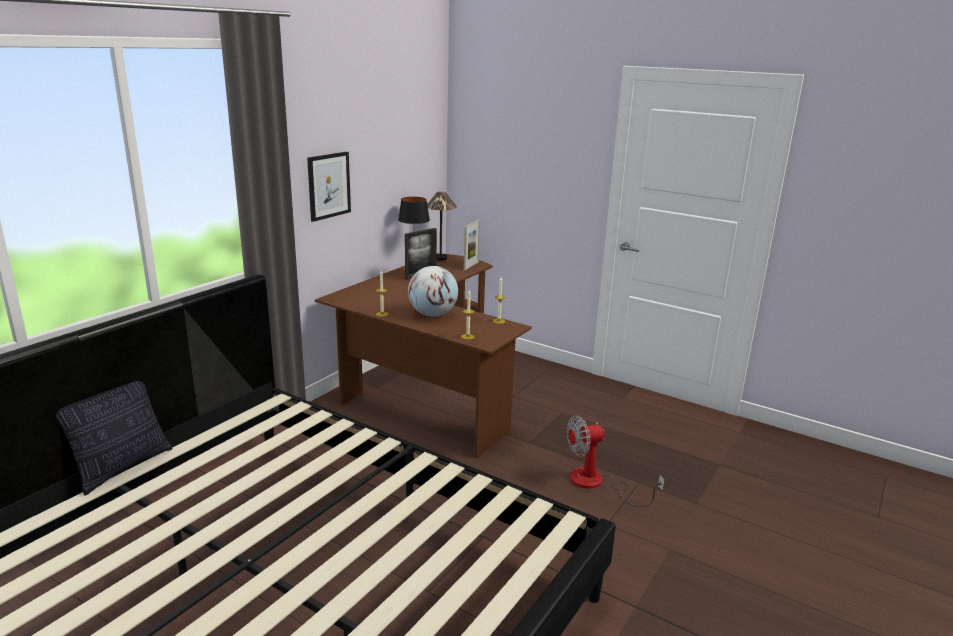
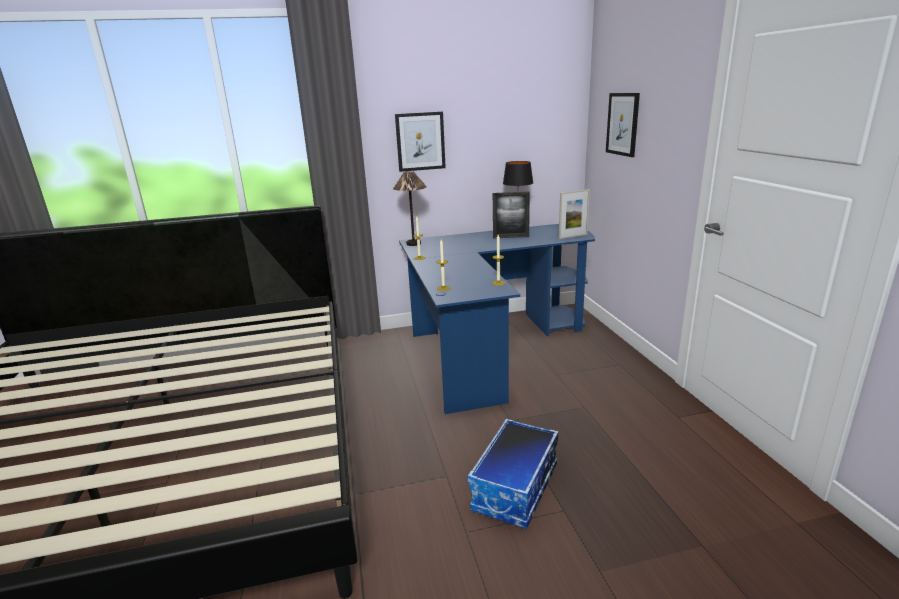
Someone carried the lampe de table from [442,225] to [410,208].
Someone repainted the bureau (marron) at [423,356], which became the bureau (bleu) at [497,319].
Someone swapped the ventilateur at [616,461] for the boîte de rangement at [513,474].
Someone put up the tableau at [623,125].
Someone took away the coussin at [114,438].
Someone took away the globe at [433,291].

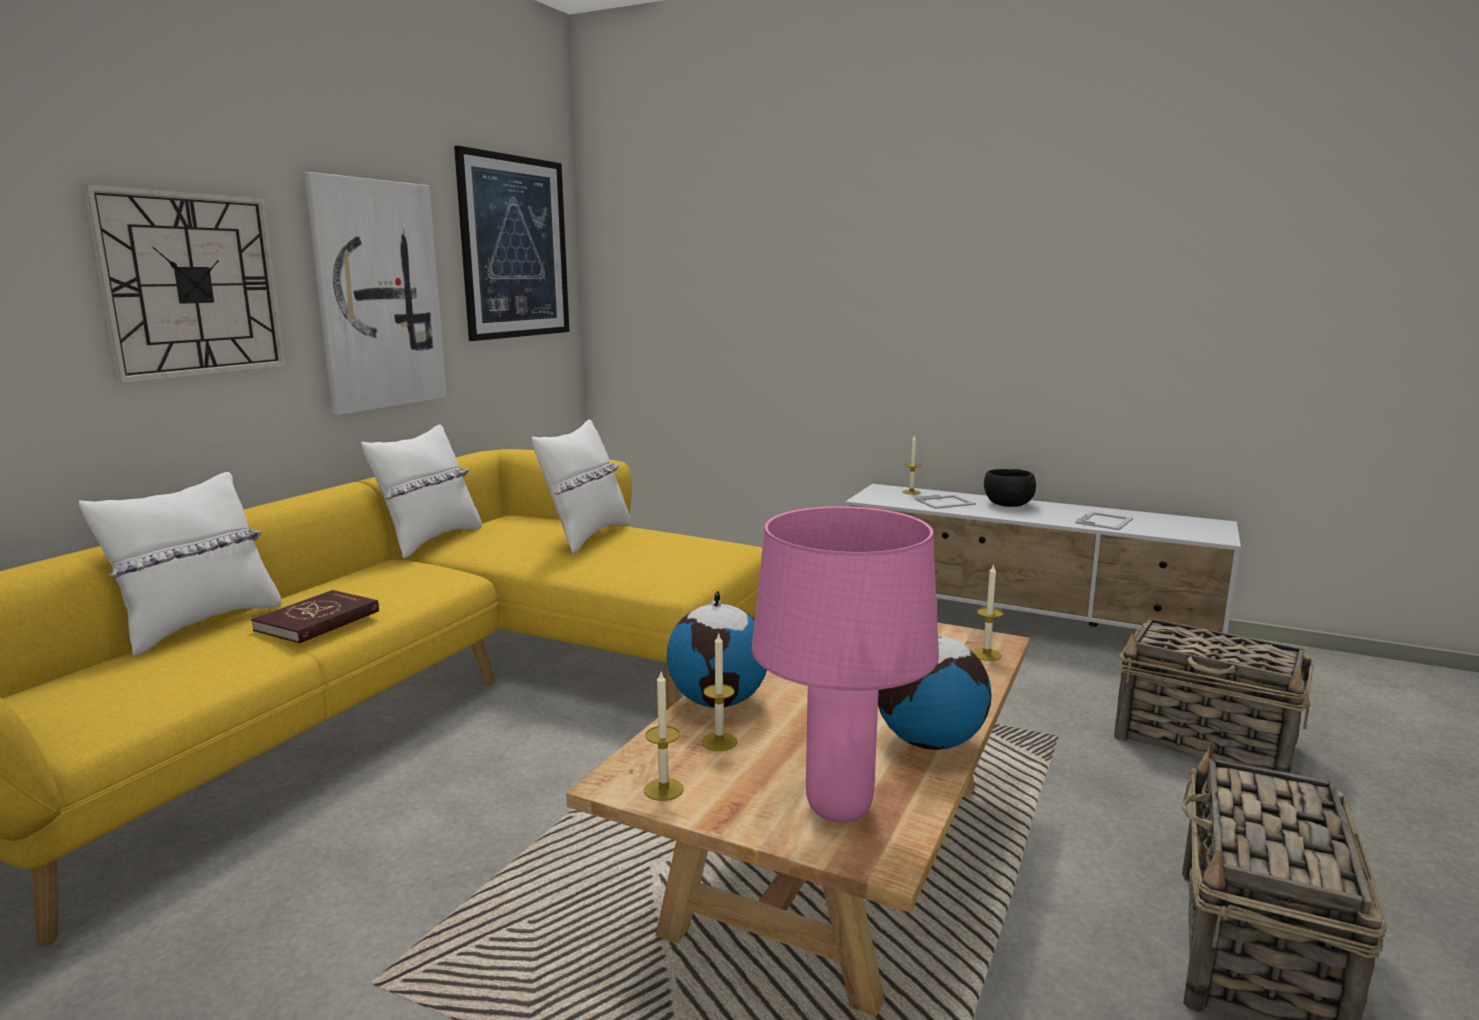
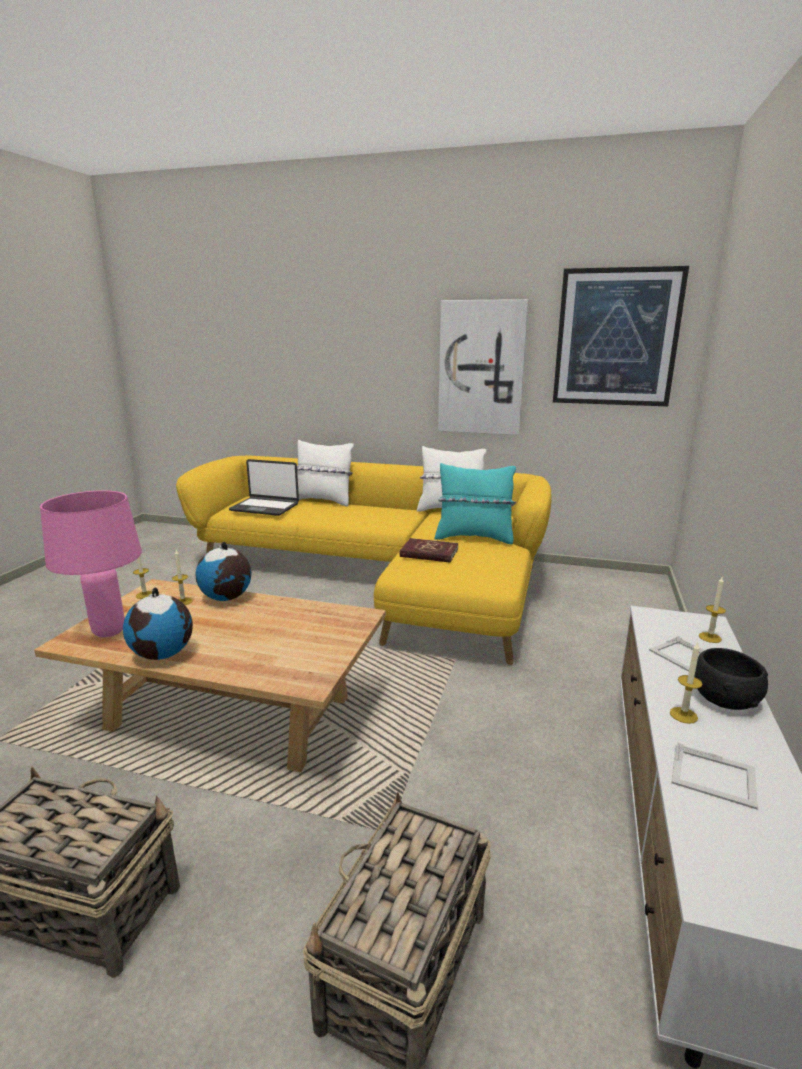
Someone put down the ordinateur portable at [264,487].
Someone carried the livre (rouge) from [315,617] to [429,550].
Someone repainted the coussin (blanc) at [580,486], which became the coussin (turquoise) at [475,503].
Someone carried the bougie from [988,612] to [686,683].
Someone took away the horloge murale at [183,284].

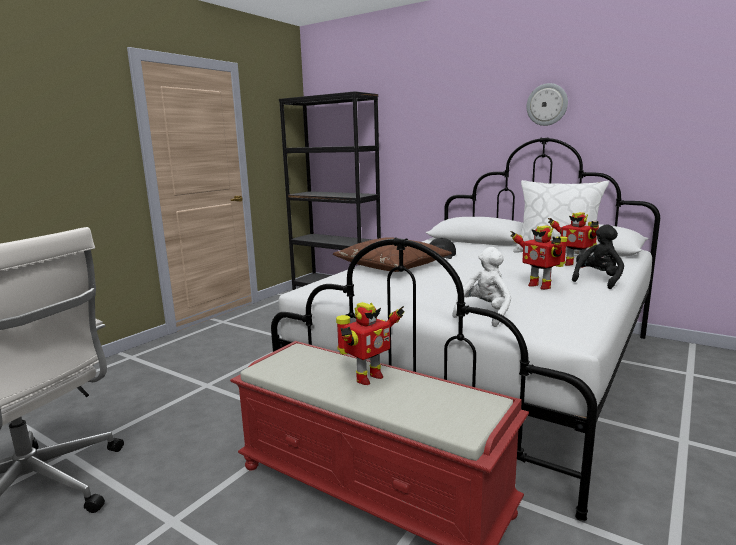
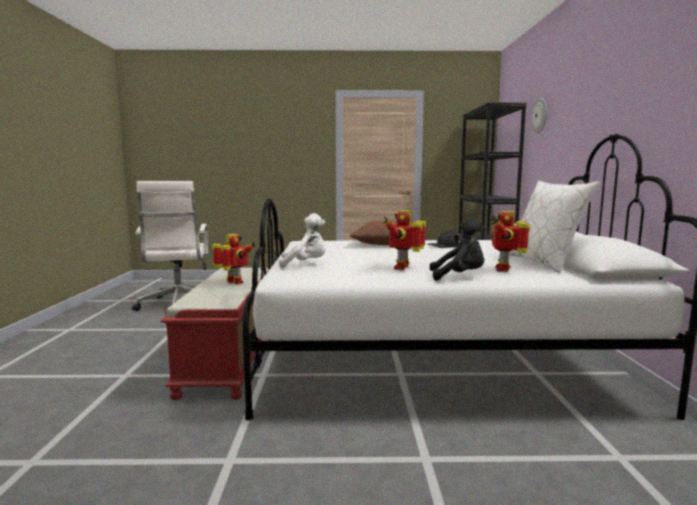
Someone rotated the robot jouet at [370,343] by 150 degrees counterclockwise.
Someone carried the horloge murale from [547,104] to [539,115].

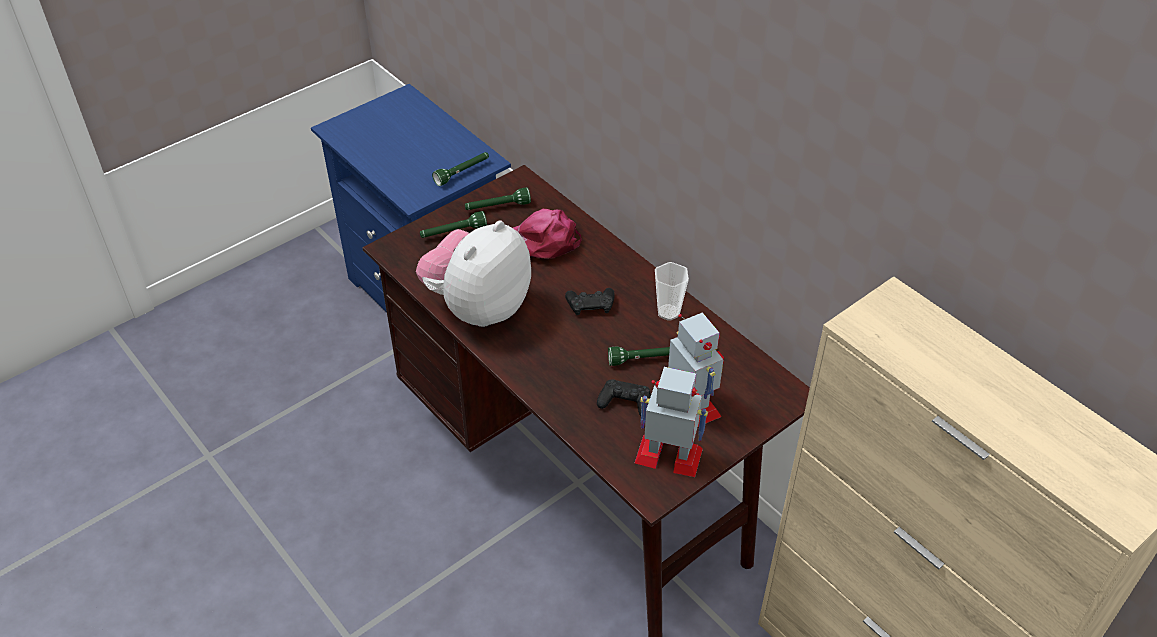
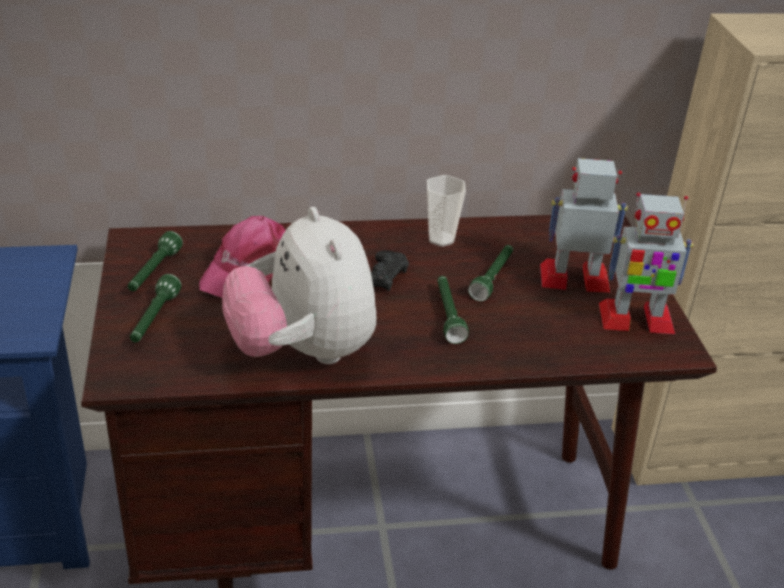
Someone carried the lampe de poche (vert) from [460,169] to [453,310].
Someone rotated the robot jouet at [671,422] by 135 degrees counterclockwise.
Someone took away the manette (noir) at [624,397].

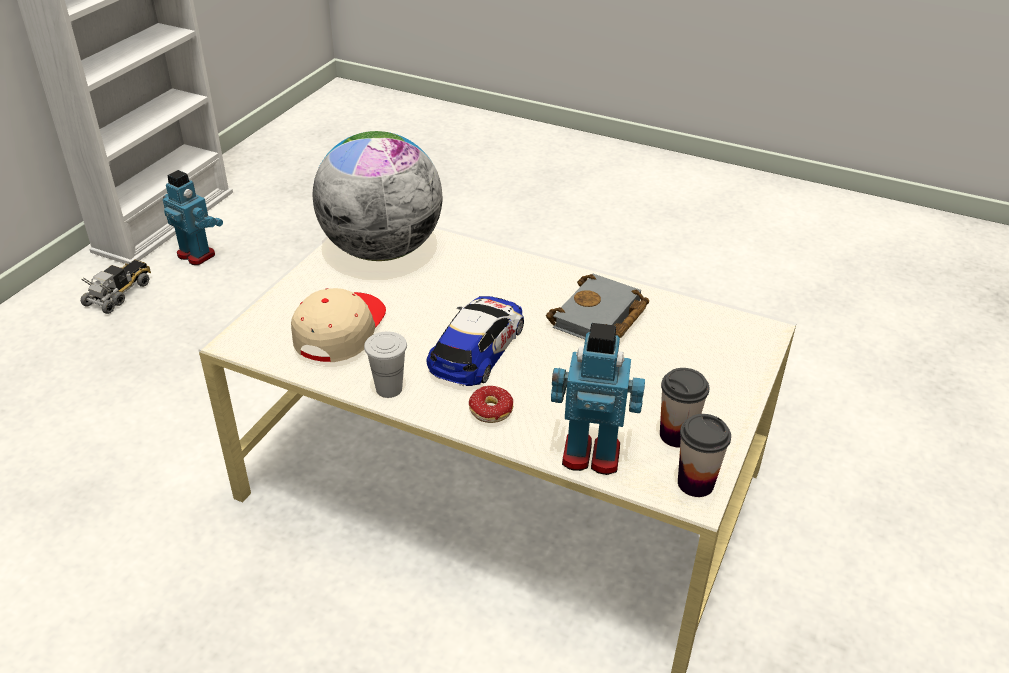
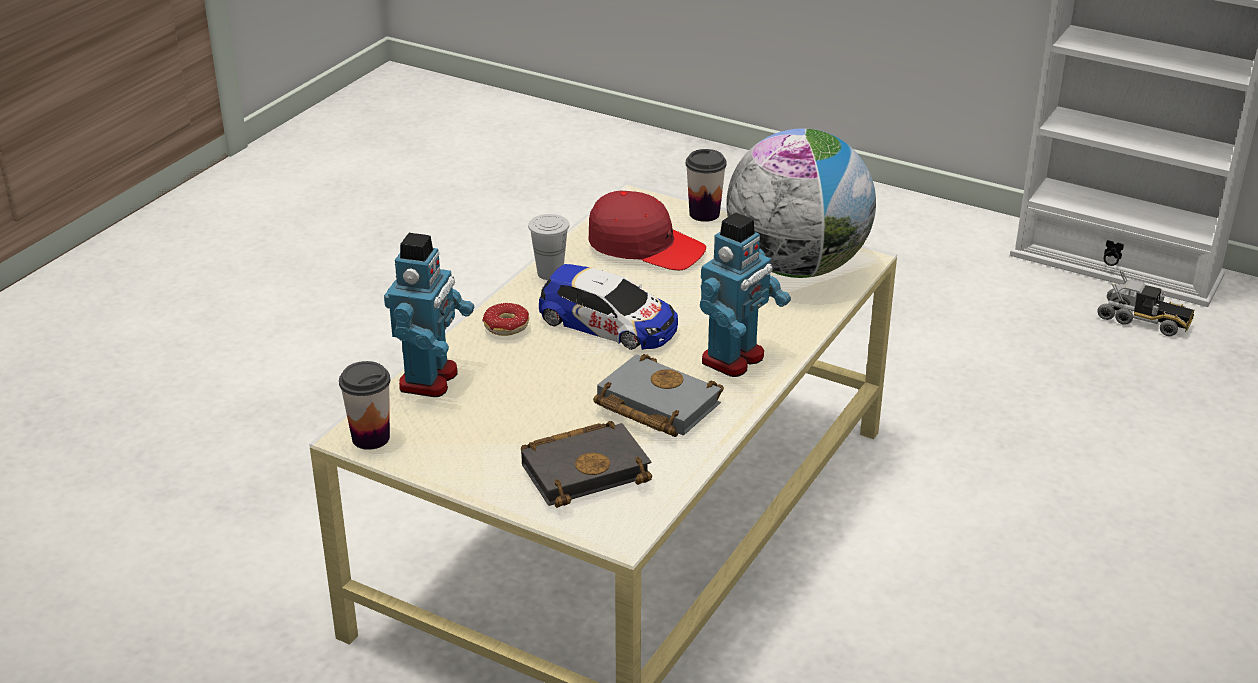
Someone put down the livre (noir) at [586,464].
Someone repainted the casquette (beige) at [338,325], which became the casquette (rouge) at [647,230].
Someone carried the tasse from [684,408] to [706,185].
Someone carried the robot jouet from [193,217] to [745,294].
Someone carried the camion jouet from [116,286] to [1145,303].

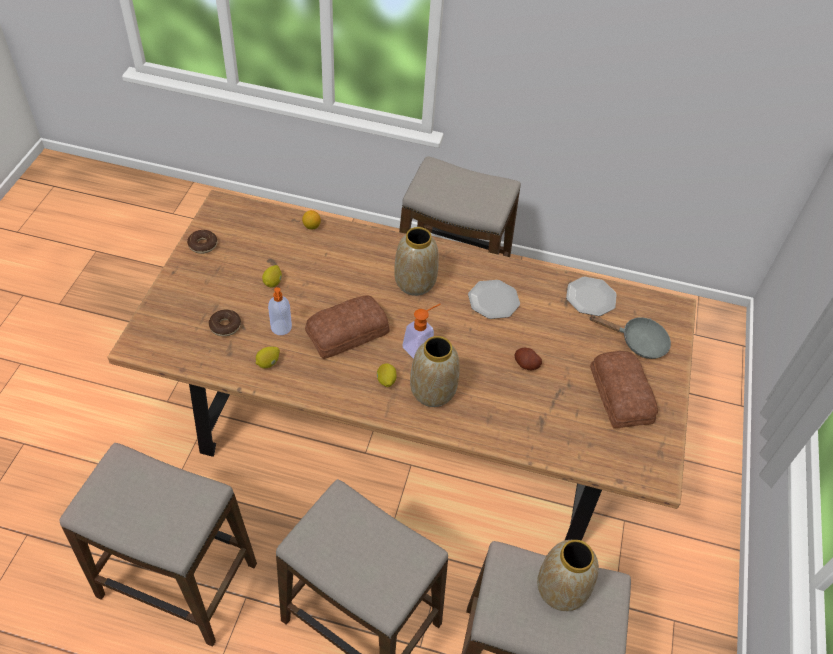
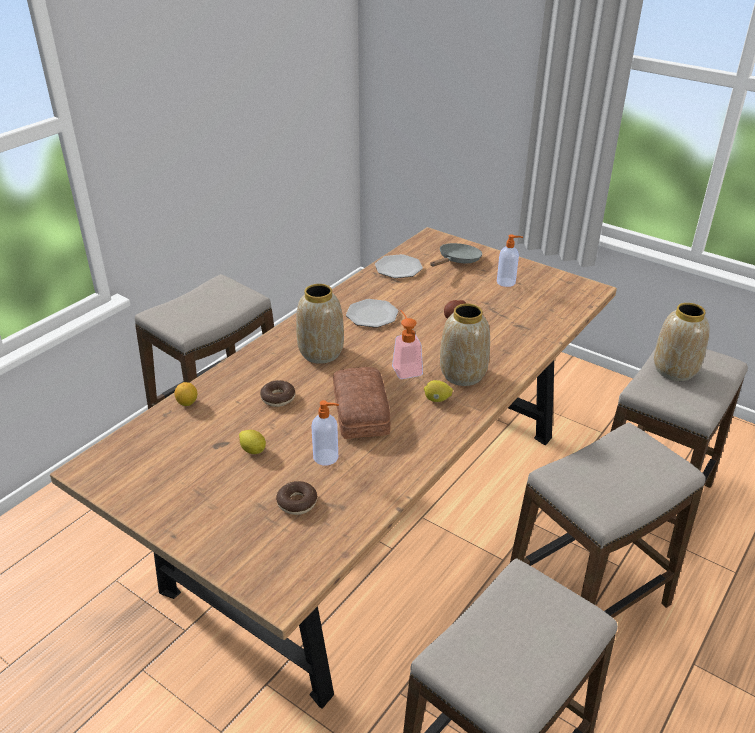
Someone carried the beignet from [202,242] to [277,393].
Someone swapped the pain at [624,389] for the distributeur de savon at [510,260].
Someone took away the citron at [268,357].

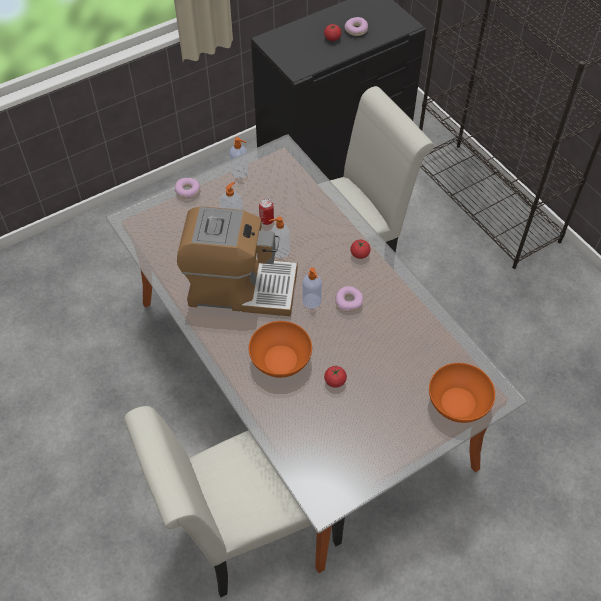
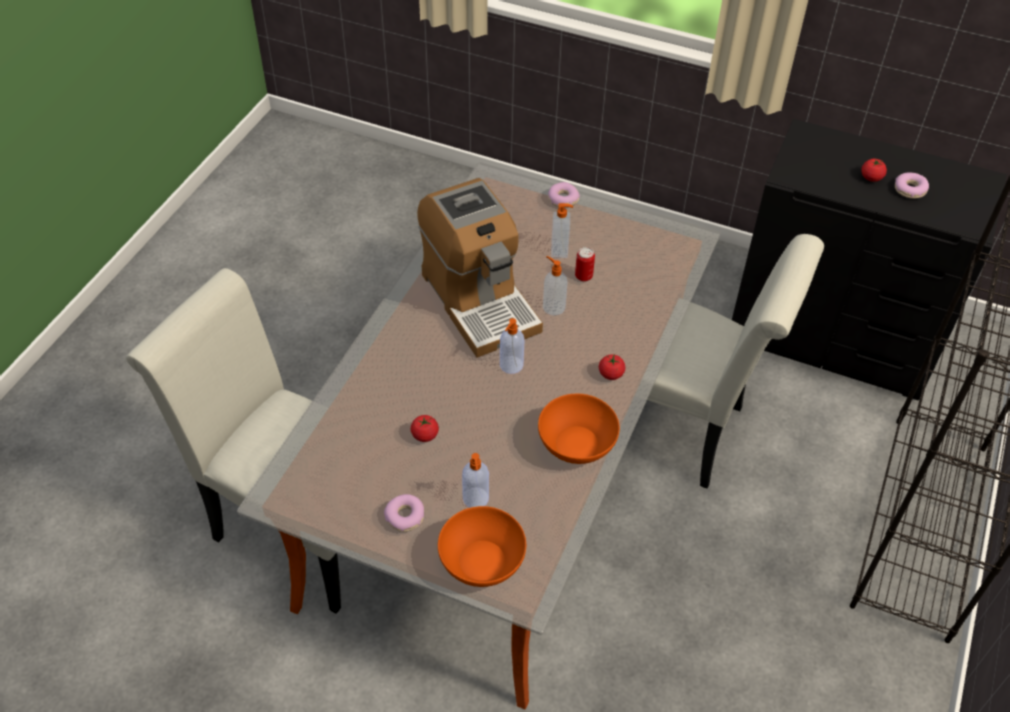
Someone carried the beignet from [349,299] to [404,513].
Someone carried the distributeur de savon from [239,157] to [475,480].
Someone carried the bol (orange) from [280,349] to [579,429].

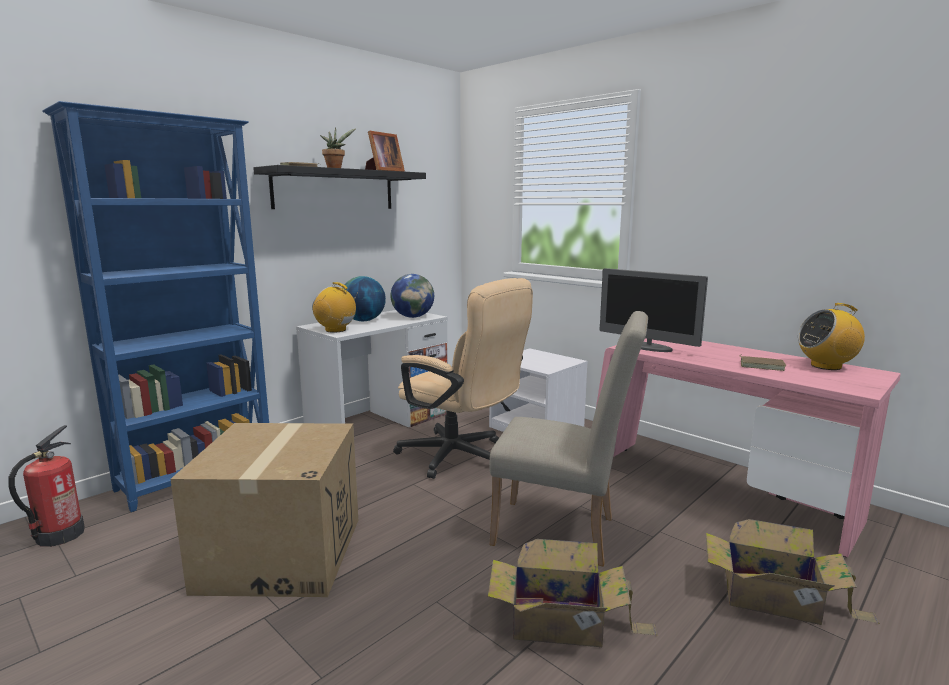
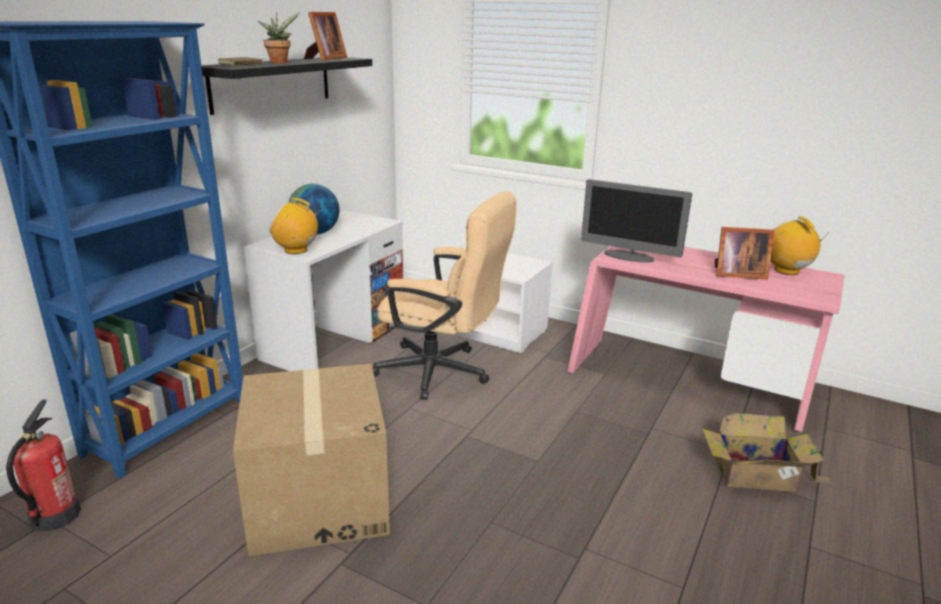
Someone swapped the livre (marron) at [762,363] for the cadre photo at [744,253].
Someone rotated the radio at [831,336] by 90 degrees clockwise.
Someone took away the globe at [412,296].
Someone took away the carton at [573,593].
Someone took away the chaise (beige) at [568,439].

